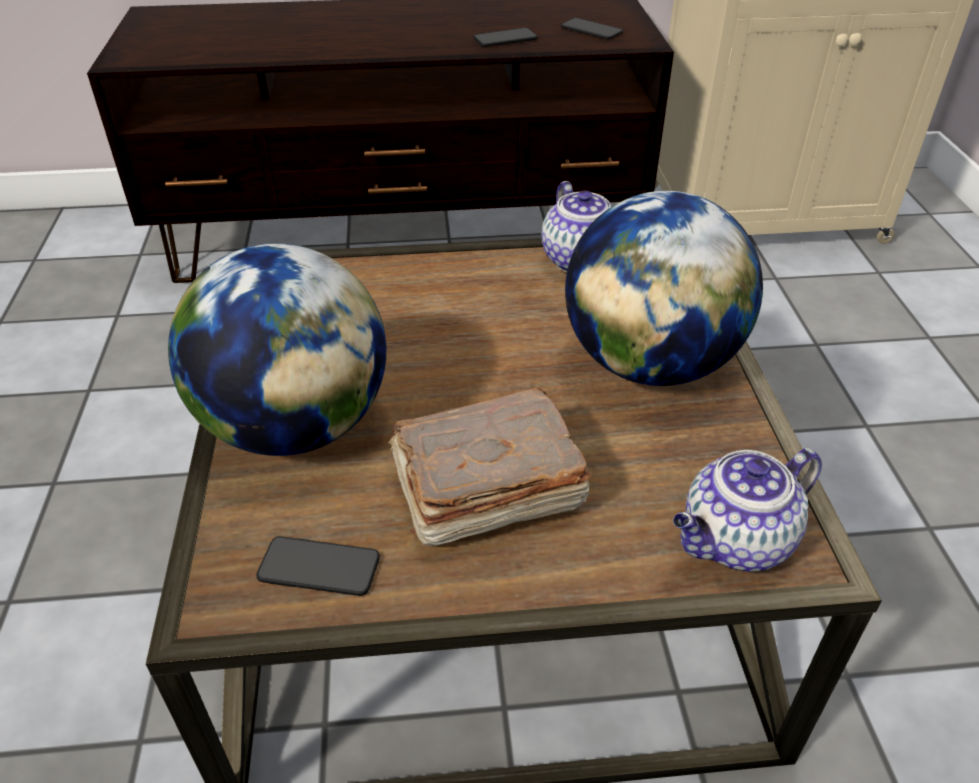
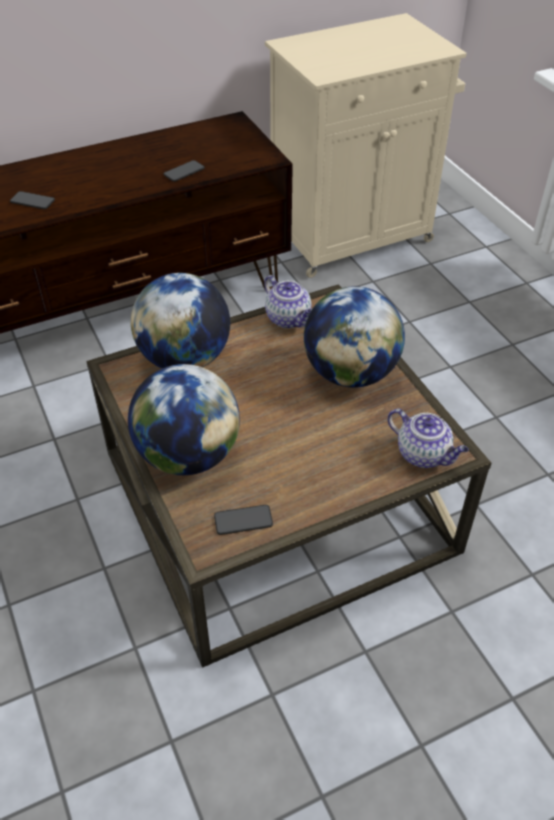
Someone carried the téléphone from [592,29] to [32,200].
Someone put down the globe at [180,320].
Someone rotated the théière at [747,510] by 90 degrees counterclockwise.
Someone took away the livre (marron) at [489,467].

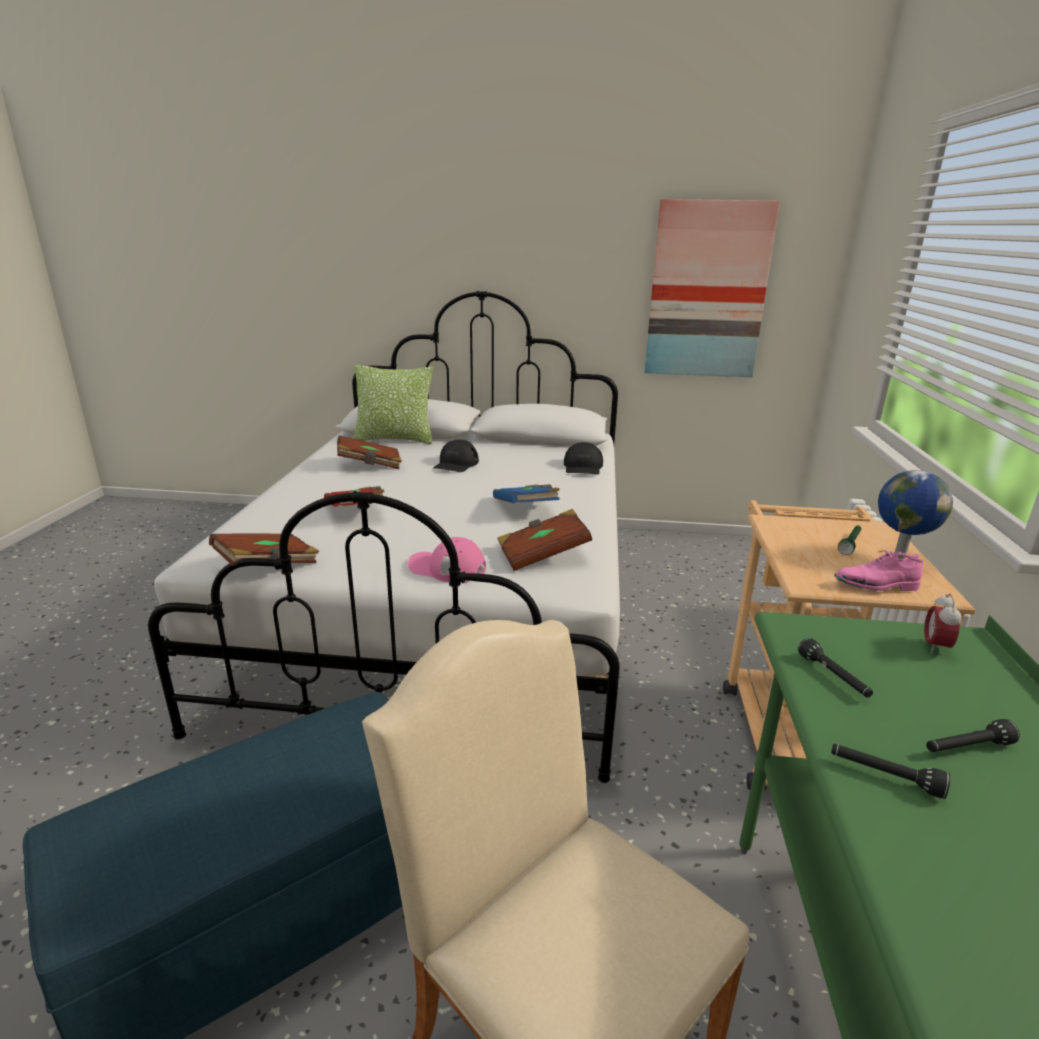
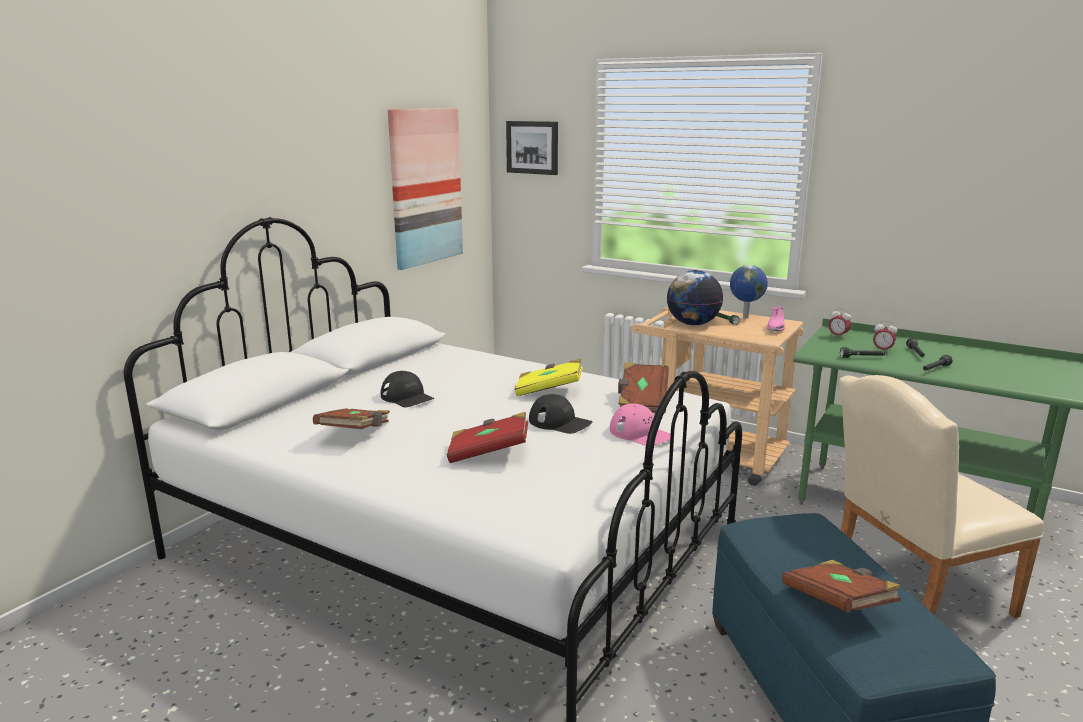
Someone put up the tableau at [532,148].
Someone repainted the livre (bleu) at [526,493], which became the livre (jaune) at [549,377].
Someone carried the casquette (noir) from [583,458] to [560,414].
Someone rotated the casquette (rose) at [447,560] by 90 degrees counterclockwise.
Someone put down the globe at [695,297].
Someone carried the livre (marron) from [264,550] to [841,586].
Someone put down the réveil at [885,337].
Someone took away the coussin at [393,404].

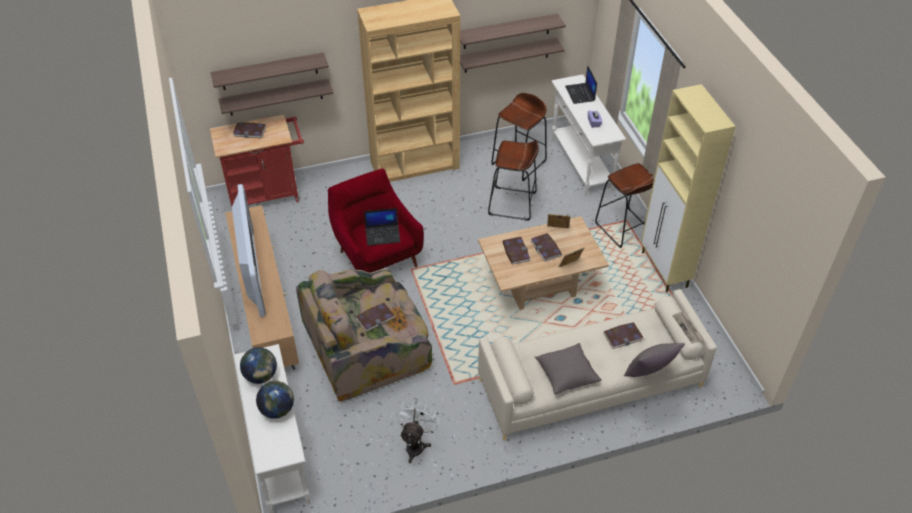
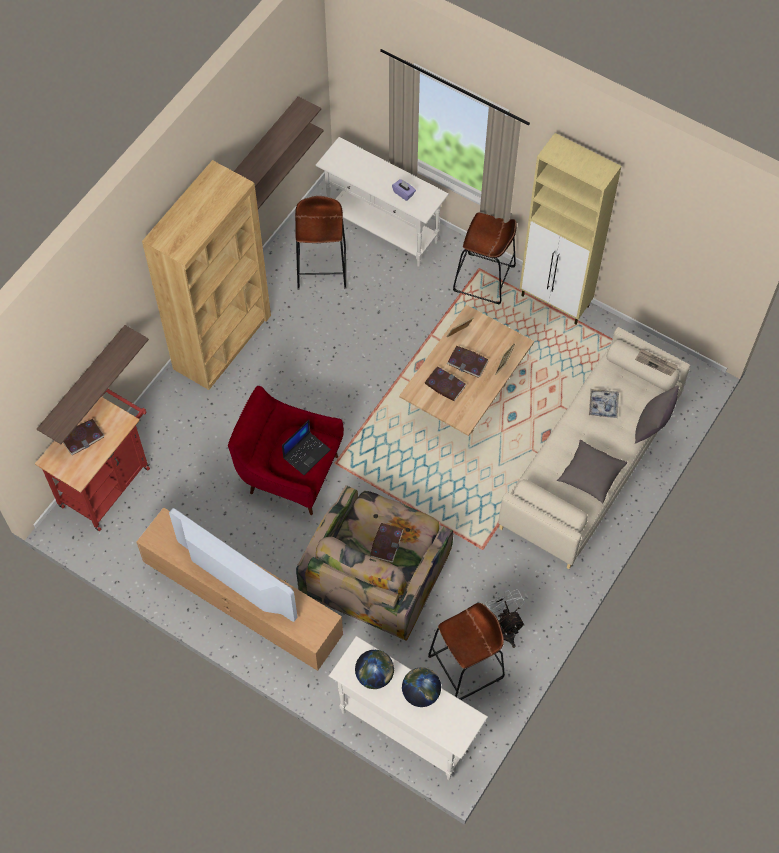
Someone carried the tabouret (marron) from [513,181] to [466,651].
Someone swapped the livre at [623,335] for the plateau at [604,403].
Someone took away the étagère at [269,71].
Someone took away the ordinateur portable at [581,84].

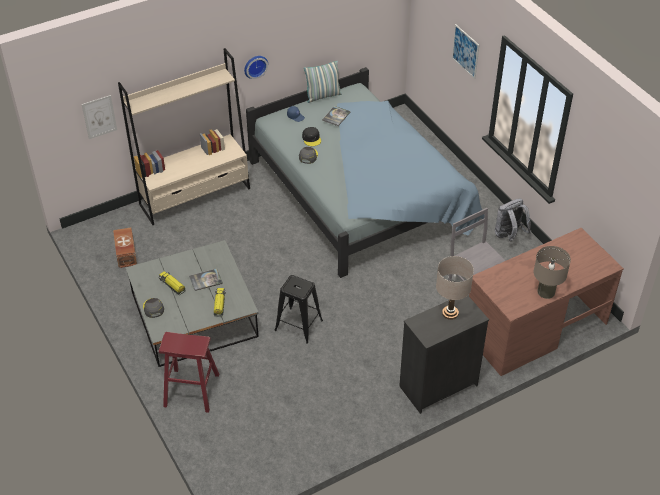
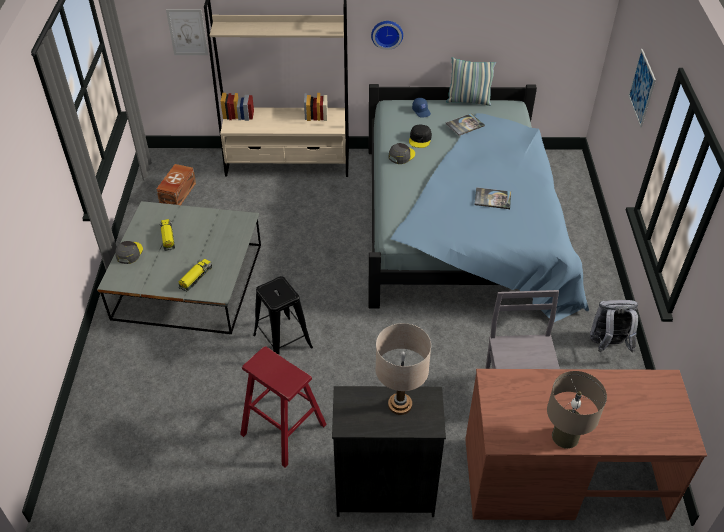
Someone carried the tabouret (rouge) from [189,372] to [283,406].
Someone carried the livre from [206,280] to [493,198].

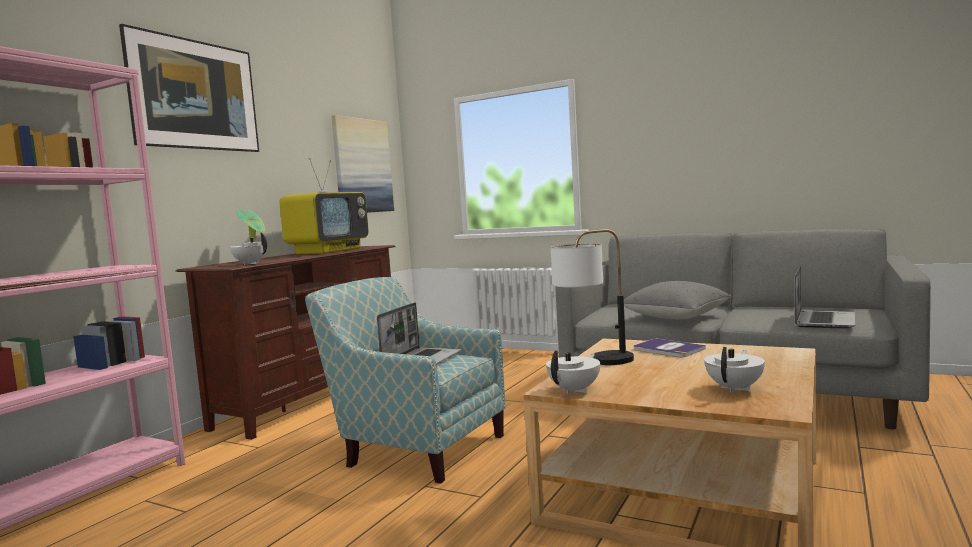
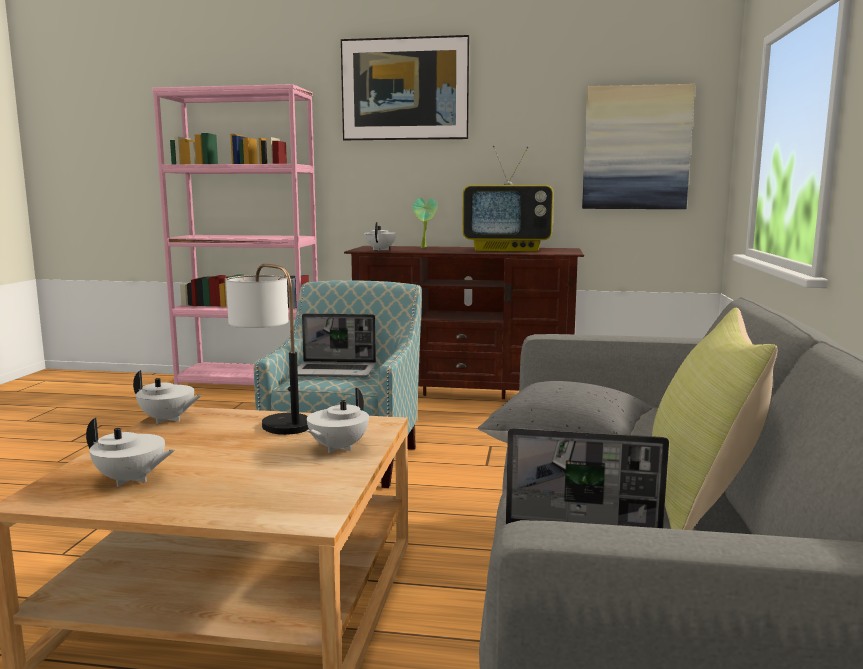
Someone swapped the livre at [670,347] for the théière (blanc) at [338,420].
Someone put down the coussin (jaune) at [714,419].

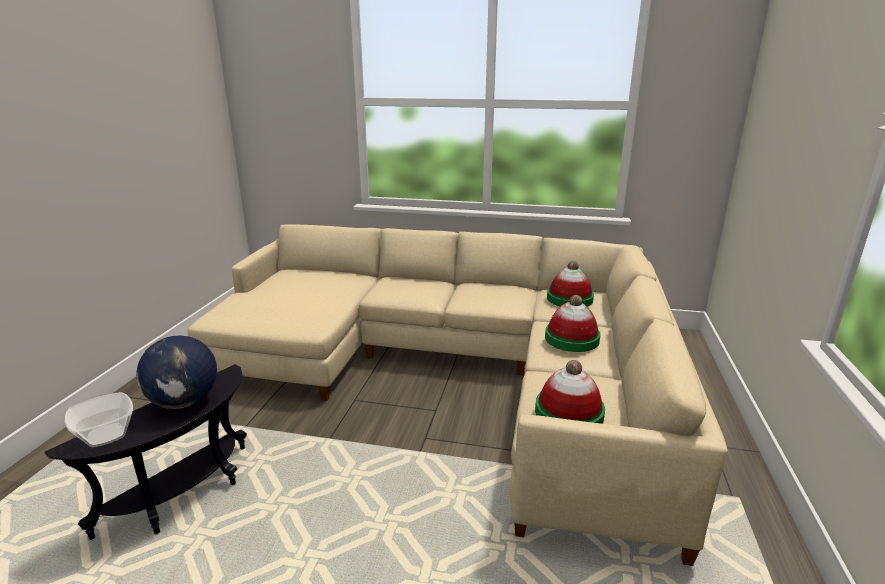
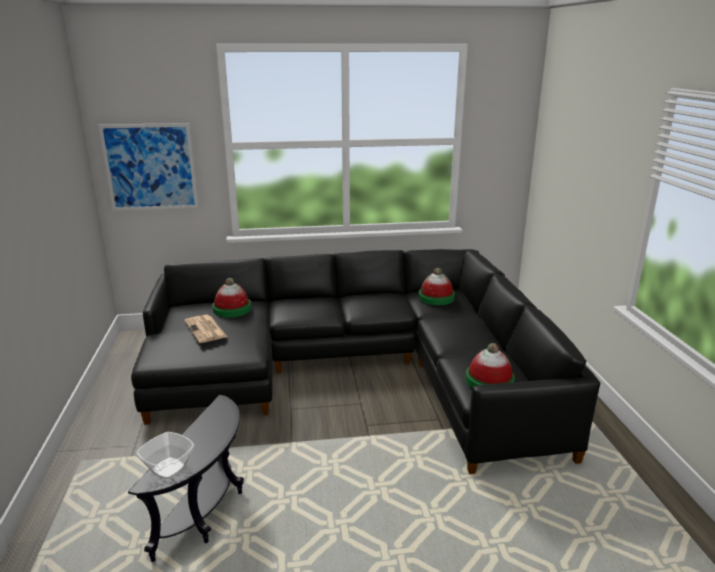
Someone put up the tableau at [149,167].
Someone repainted the canapé (beige) at [457,395], which became the canapé (noir) at [365,361].
Someone put down the journal at [205,329].
Someone carried the chapeau from [572,323] to [231,297].
Someone took away the globe at [176,372].

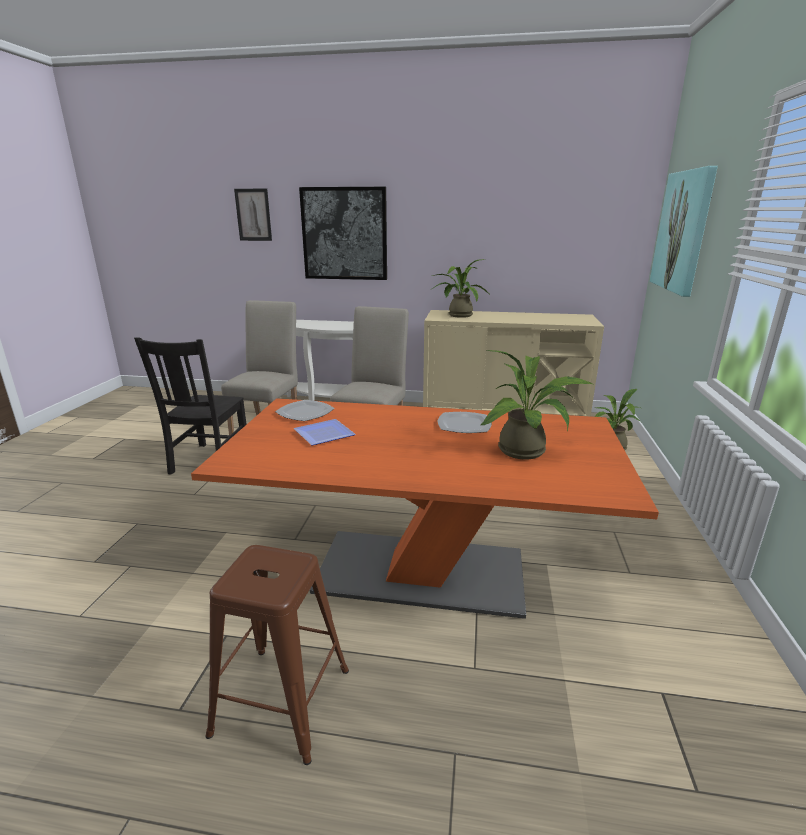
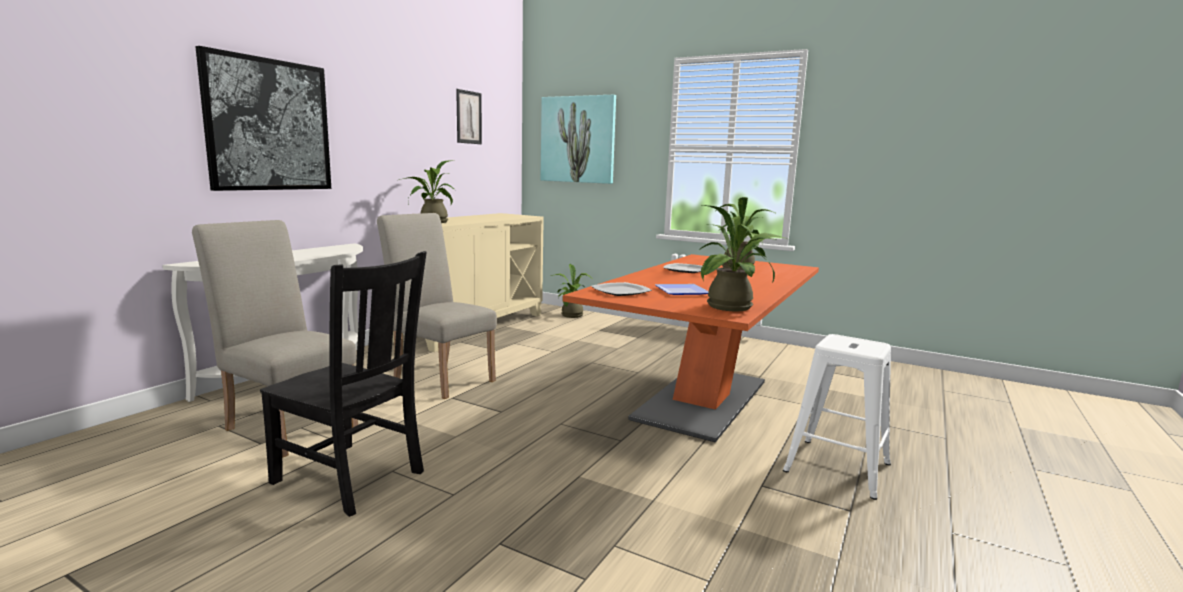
Someone carried the tableau from [253,215] to [469,116].
Someone put down the plante en pot at [743,258].
Someone repainted the tabouret (marron) at [277,655], which became the tabouret (blanc) at [837,417].

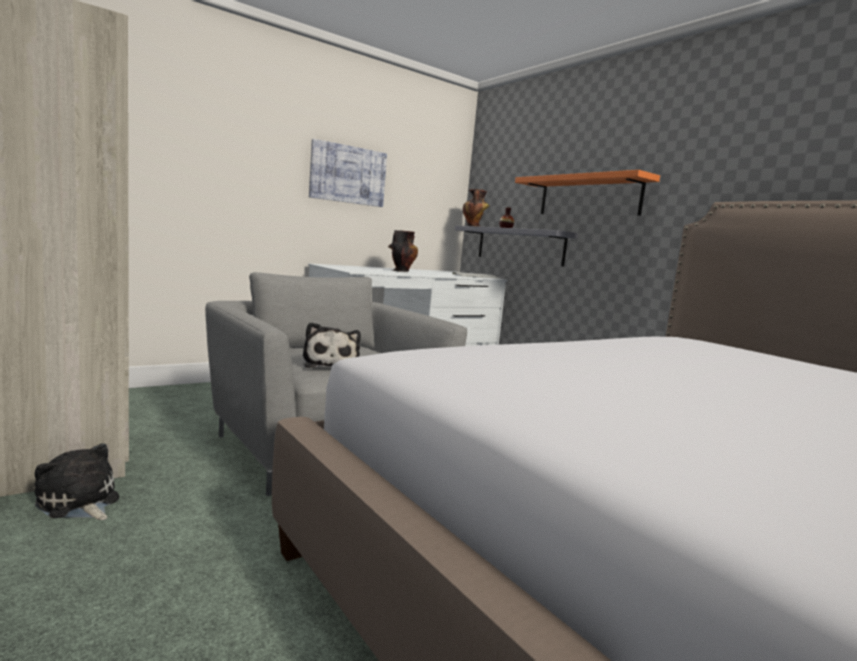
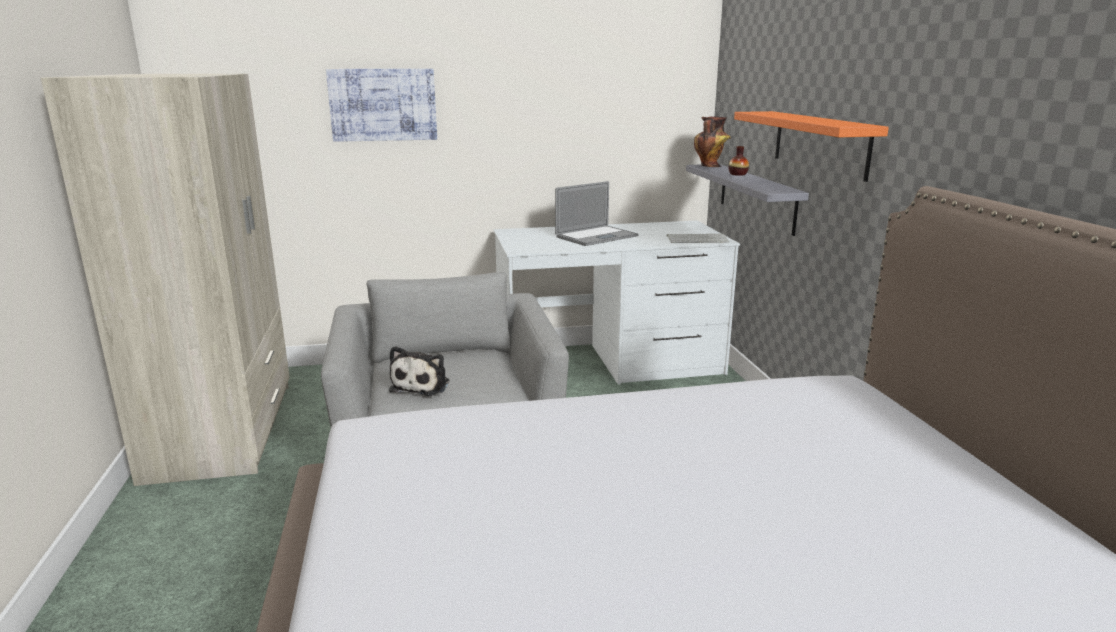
Someone carried the tableau from [348,173] to [381,105].
Someone swapped the vase at [403,251] for the ordinateur portable at [596,213].
Someone took away the peluche at [77,481].

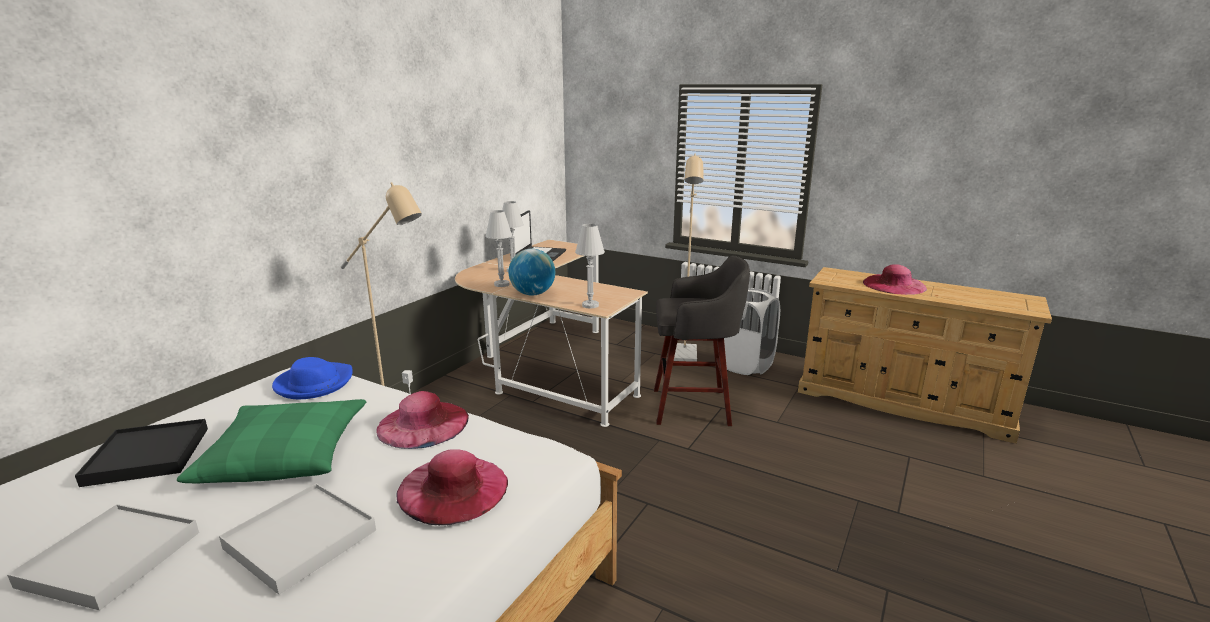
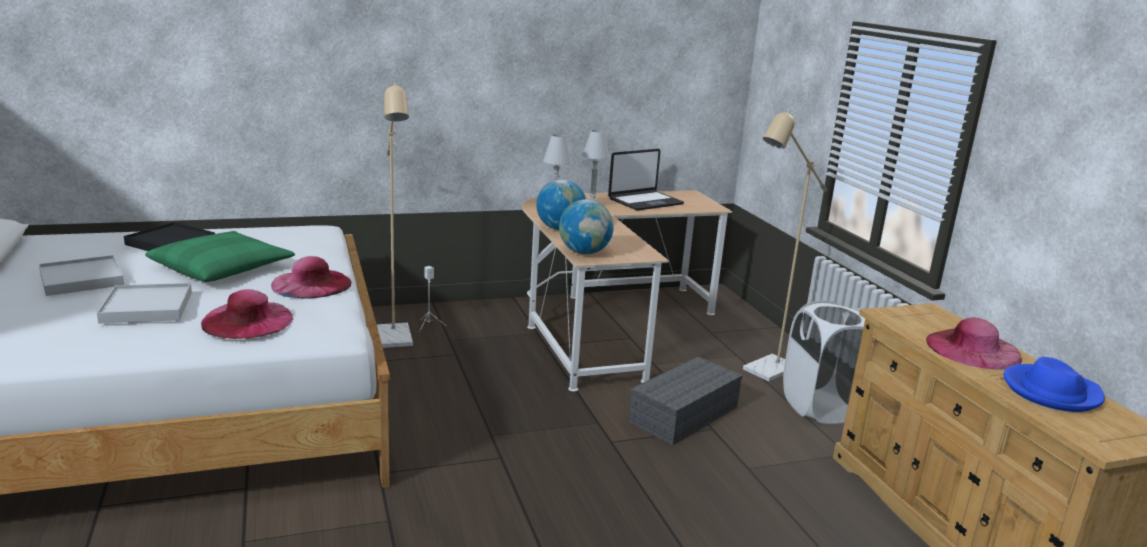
Someone swapped the lampe de table (blanc) at [590,266] for the globe at [586,226].
Someone swapped the tabouret (gris) at [702,341] for the boîte de rangement (gris) at [685,401].
Someone carried the chapeau (bleu) from [312,378] to [1054,384].

